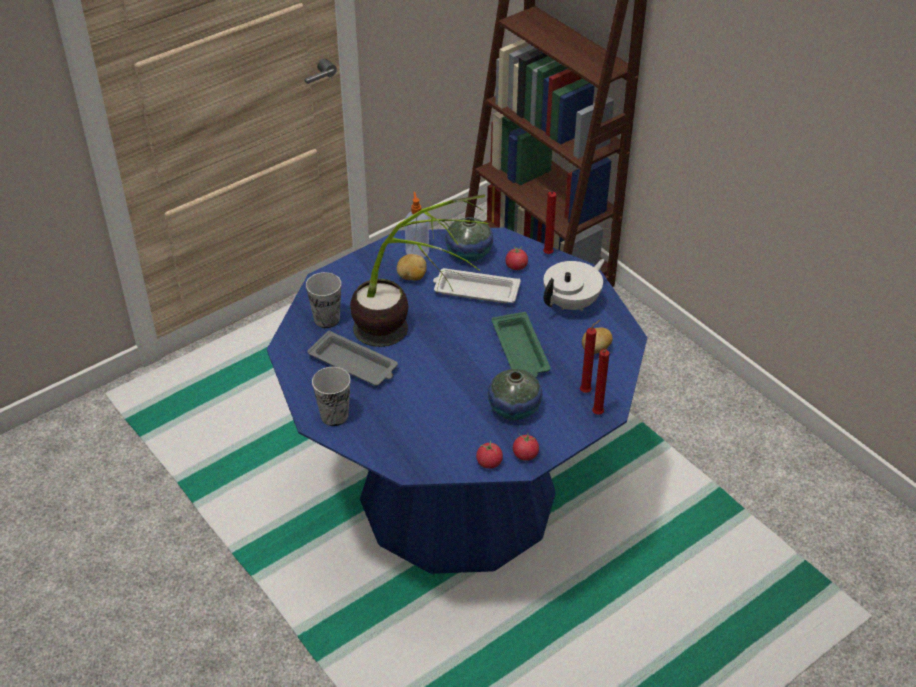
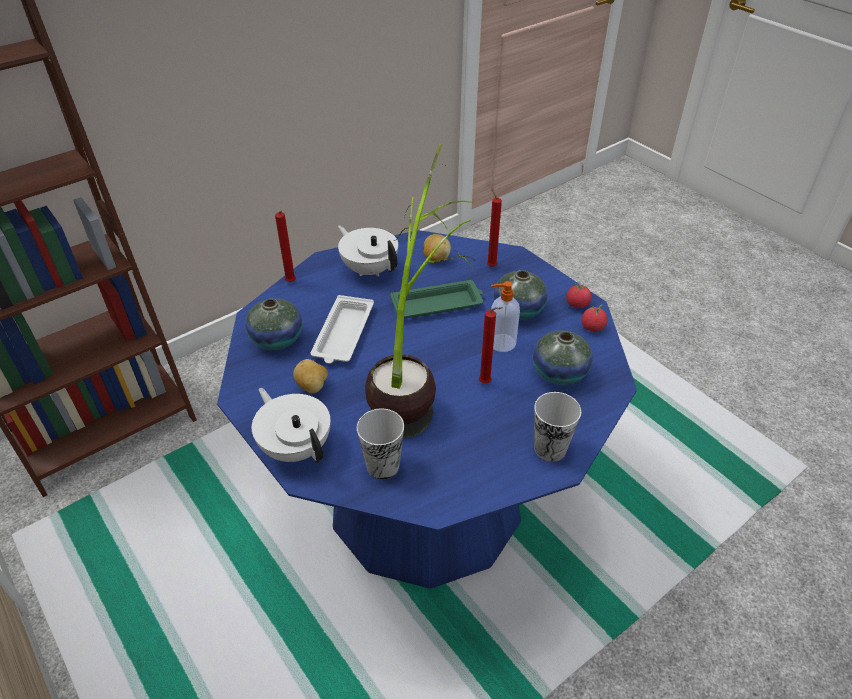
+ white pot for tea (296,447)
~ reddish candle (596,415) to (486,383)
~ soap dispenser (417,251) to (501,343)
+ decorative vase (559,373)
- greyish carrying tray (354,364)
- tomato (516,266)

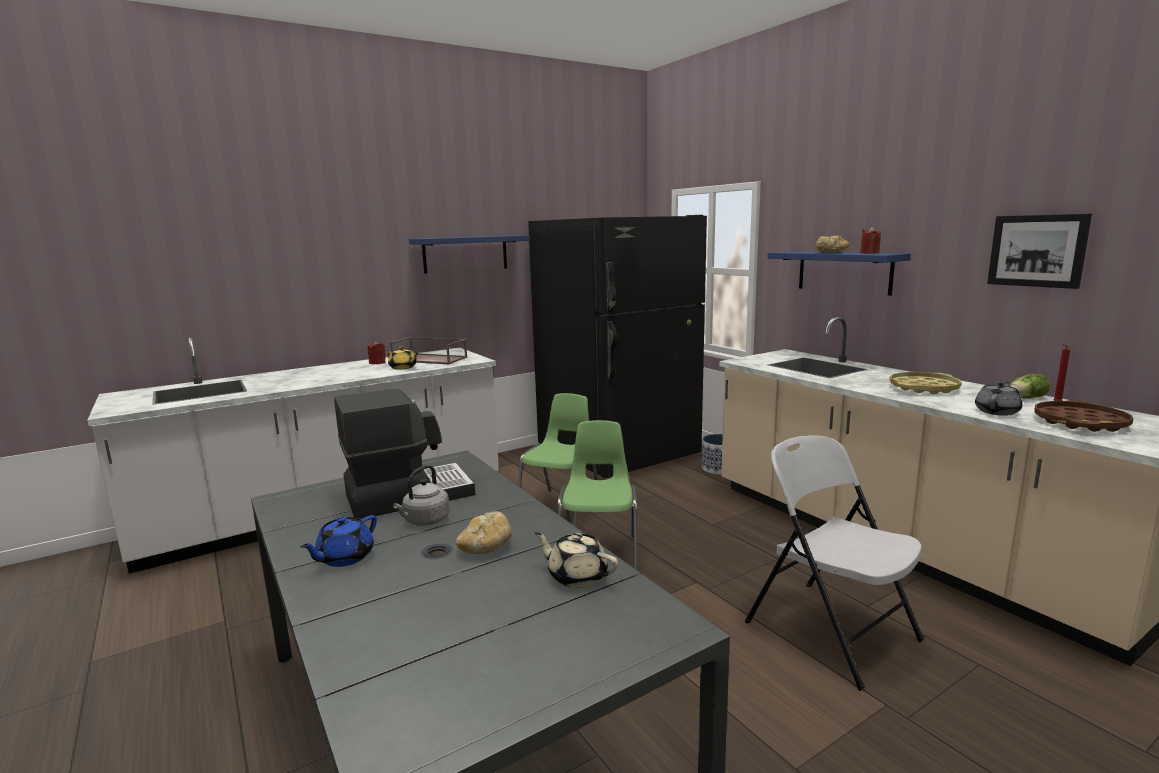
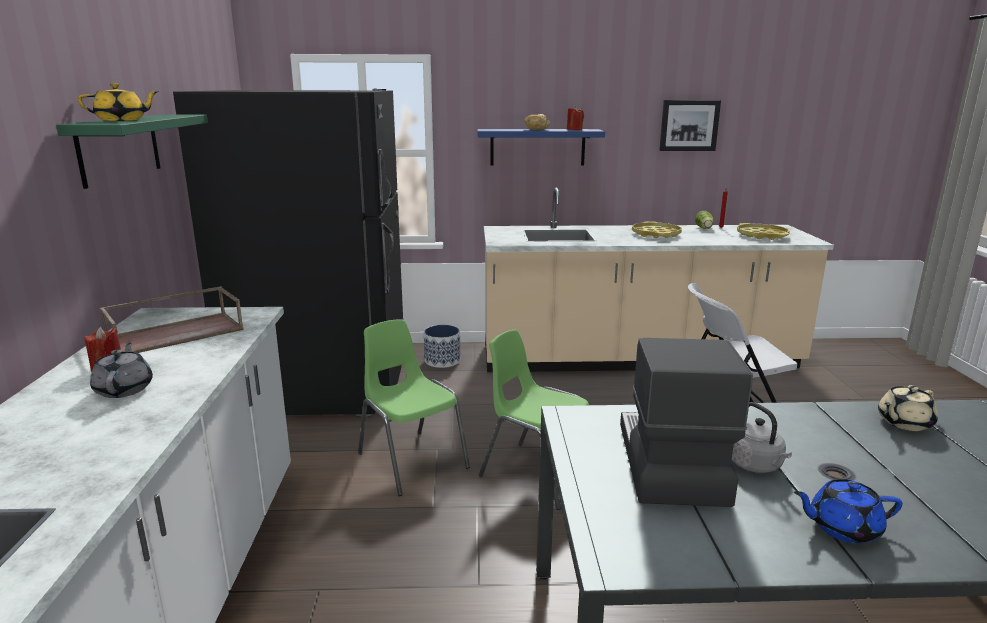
~ bluish shelf (465,254) to green shelf (120,148)
~ yellowish pot for tea (403,367) to (122,120)
~ greyish pot for tea (997,411) to (125,389)
~ brown carrying tray (1080,422) to yellowish carrying tray (762,236)
~ bluish pot for tea (344,558) = (842,528) 120 degrees clockwise
- bakery bread (486,548)

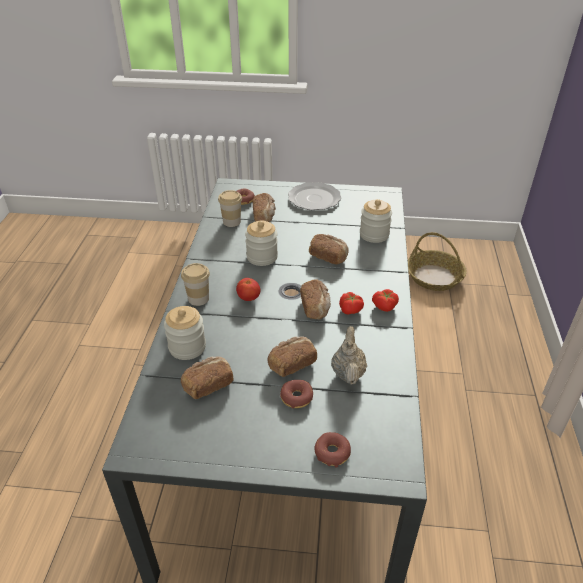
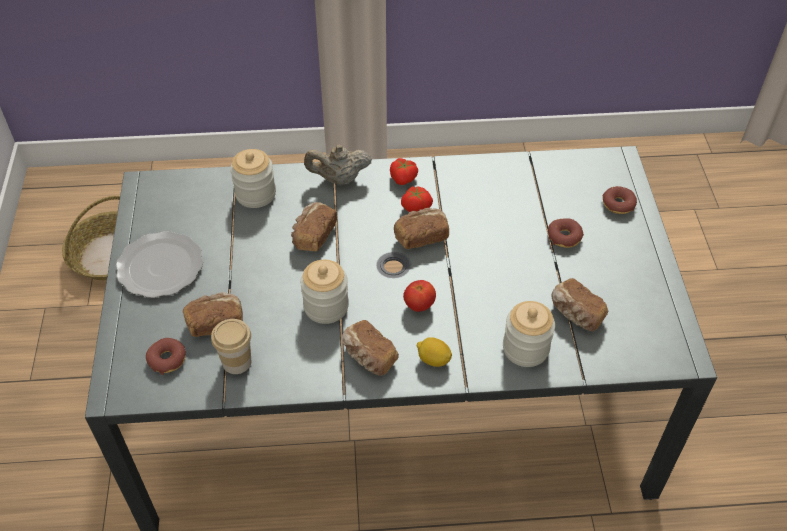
~ beige pot for tea (348,372) to (339,179)
~ bakery bread (291,364) to (368,357)
~ small cup (198,299) to lemon (433,359)

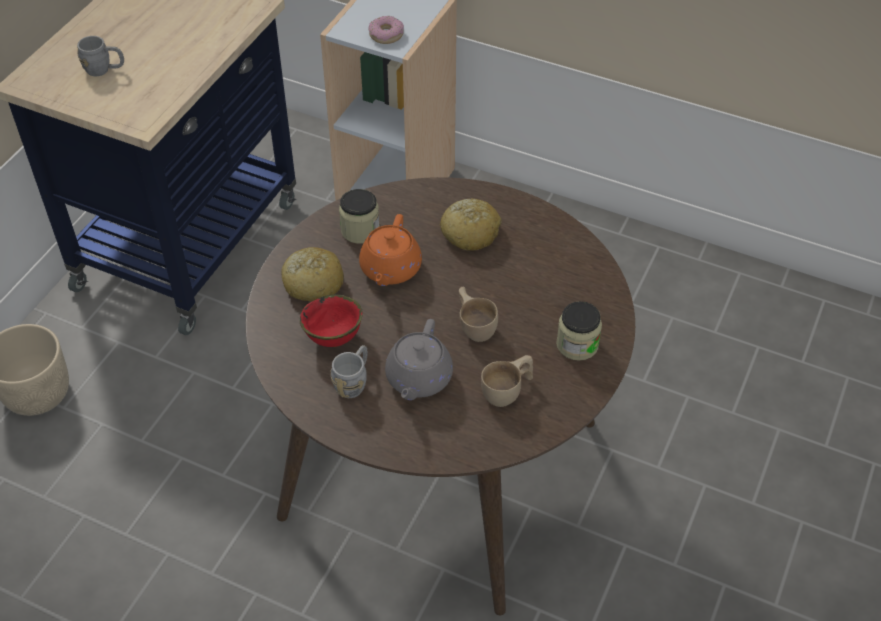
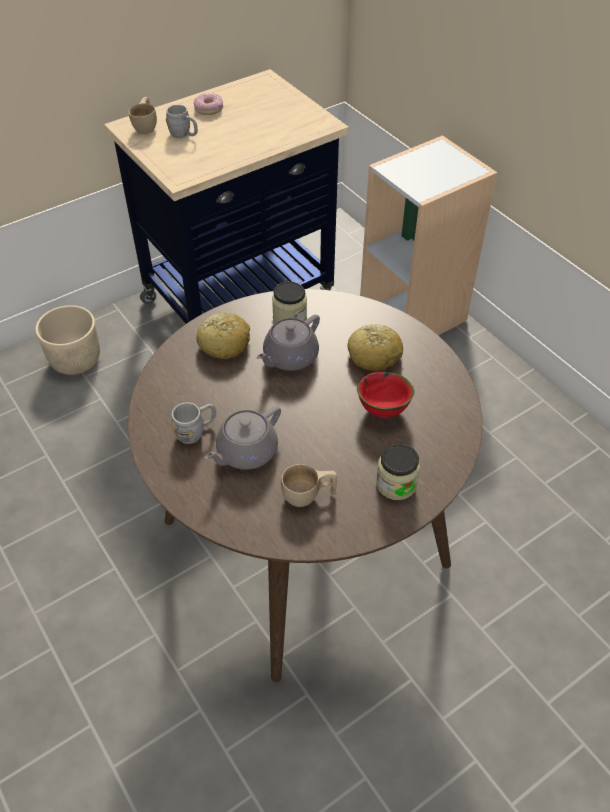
~ beige small cup (475,325) to (146,126)
~ donut (386,35) to (209,109)
~ orangey pot for tea (390,269) to greyish pot for tea (289,357)
~ reddish bowl (333,339) to (382,410)

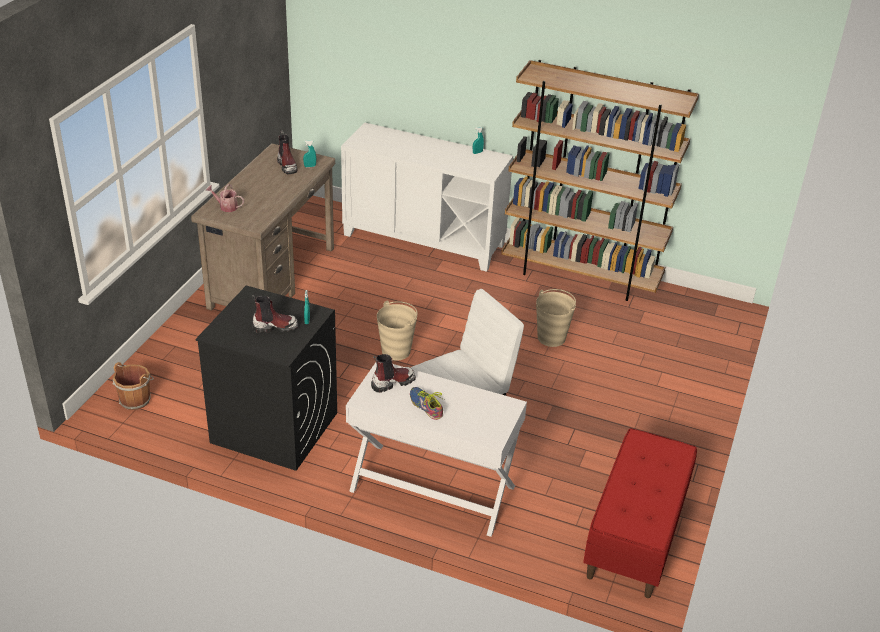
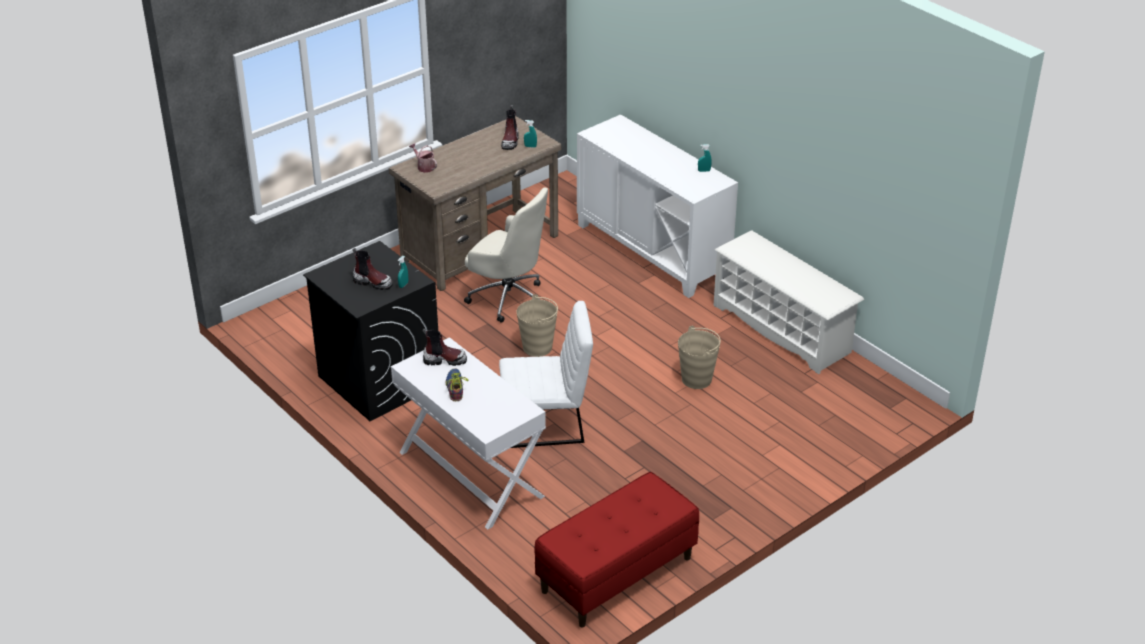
+ beige computer chair (509,299)
~ brown shelving unit (581,276) to white shoe rack (782,329)
- brown pail (136,399)

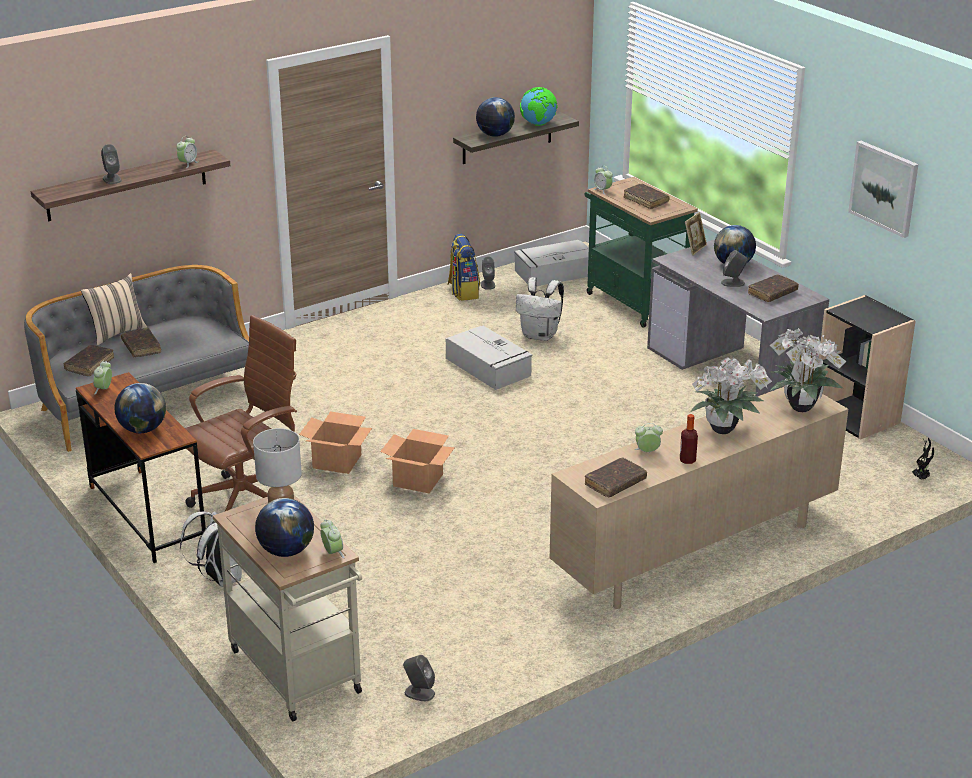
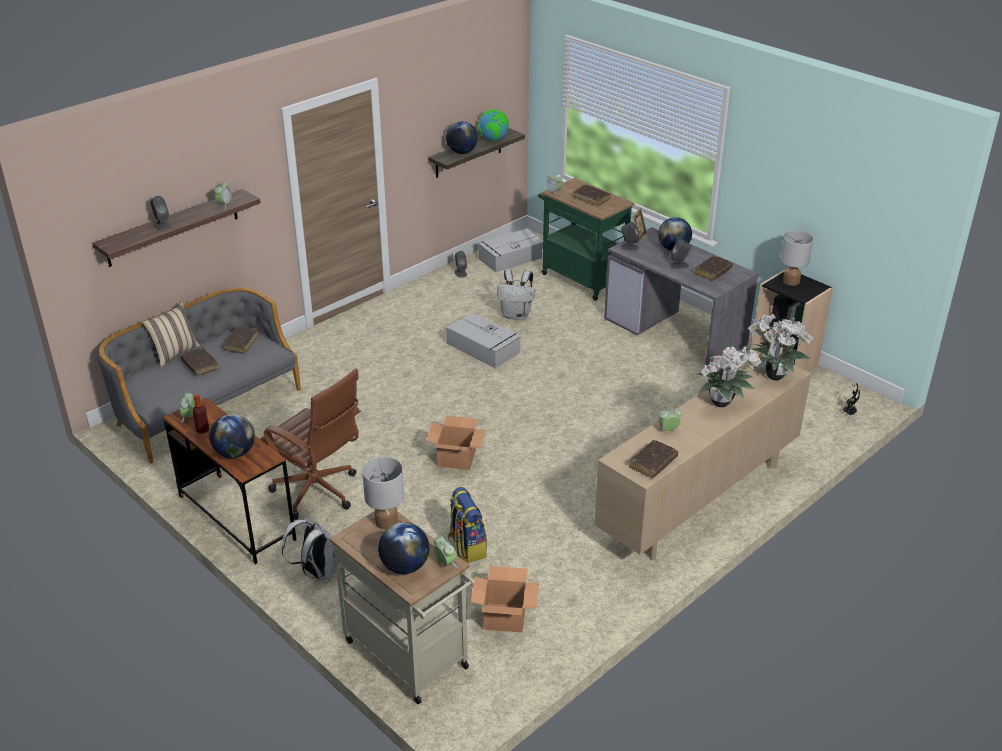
~ drink bottle (687,460) to (202,430)
~ brown book (89,365) to (241,343)
~ brown computer chair (247,500) = (319,493) 90 degrees clockwise
~ backpack (463,292) to (466,547)
~ packing box (336,461) to (504,617)
~ greyish loudspeaker (419,693) to (629,247)
+ greyish table lamp (790,281)
- wall art (884,188)

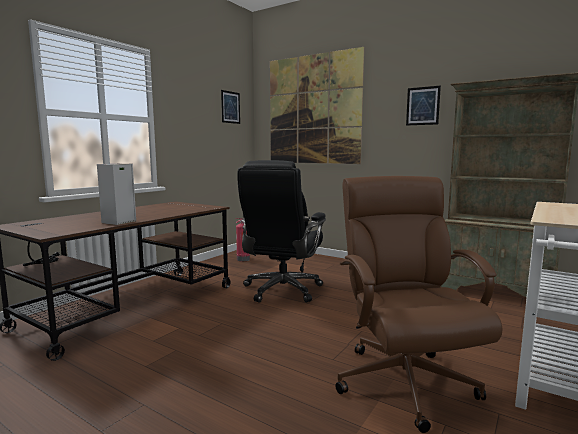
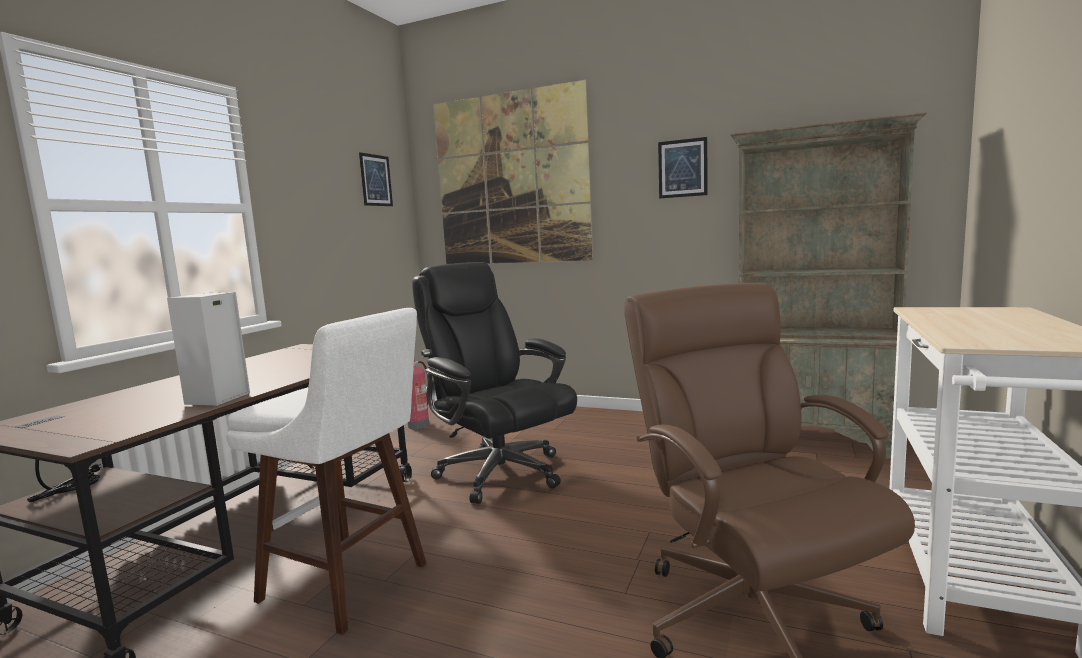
+ white stool (350,584)
~ black computer chair (282,290) = (500,473) 135 degrees clockwise

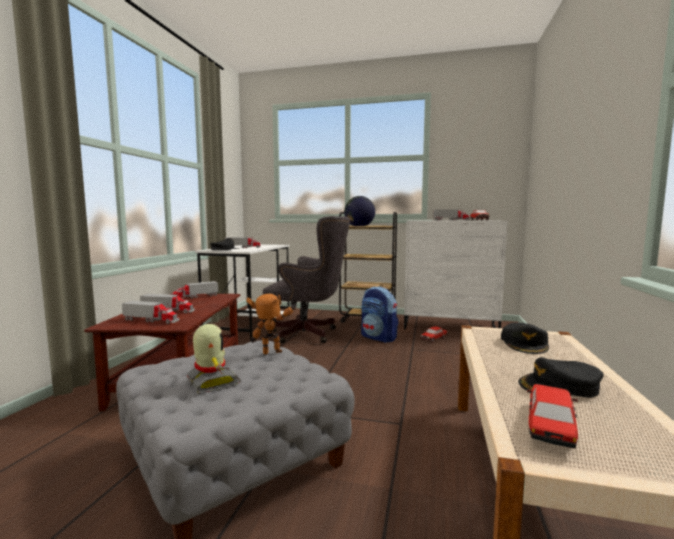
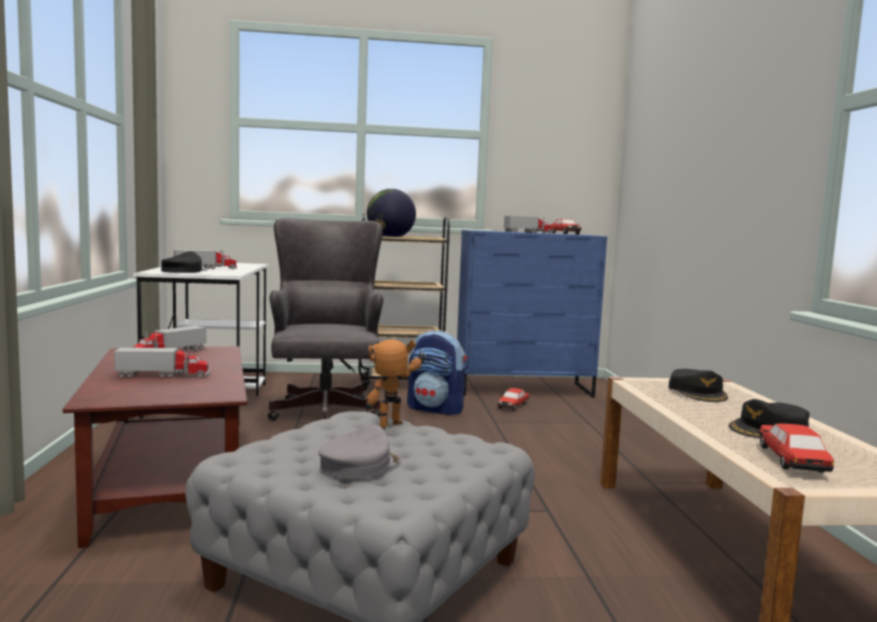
~ greyish computer chair (308,334) = (325,410) 90 degrees counterclockwise
~ toy robot (212,382) to greyish baseball cap (359,465)
~ white chest of drawers (450,327) to bluish chest of drawers (523,389)
- model truck (151,320)

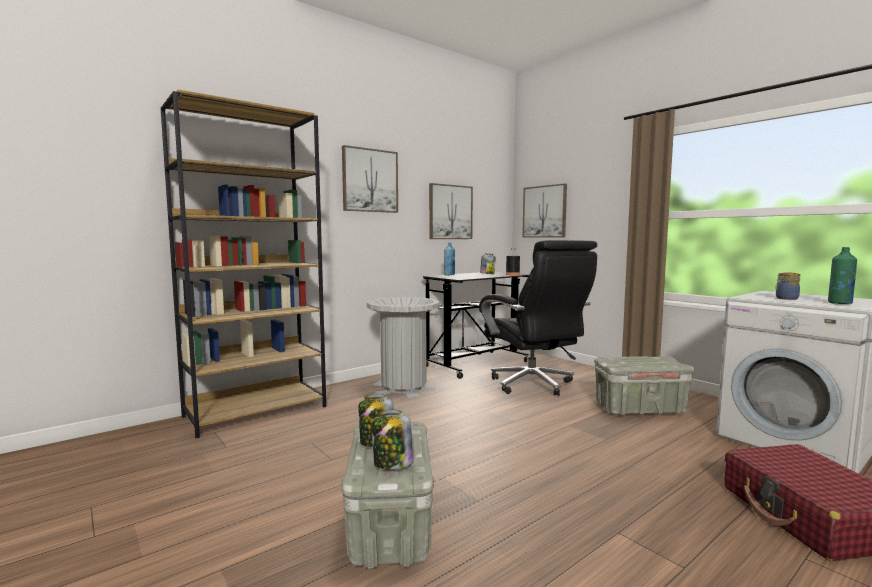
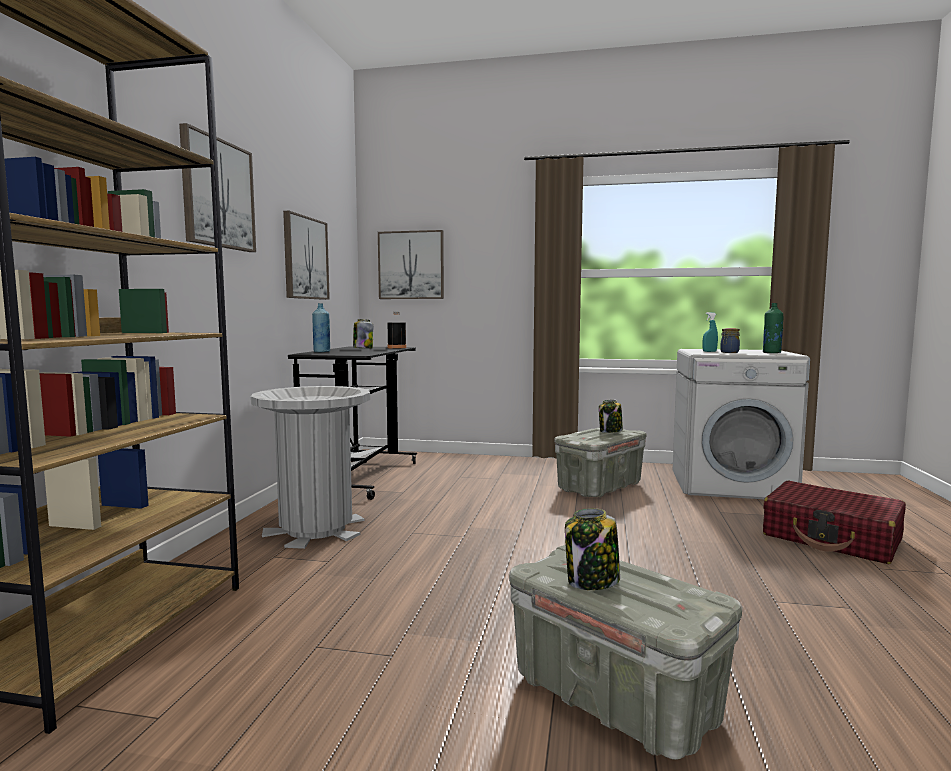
~ storage jar (392,463) to (610,431)
+ turquoise-coloured spray bottle (709,351)
- black computer chair (534,386)

